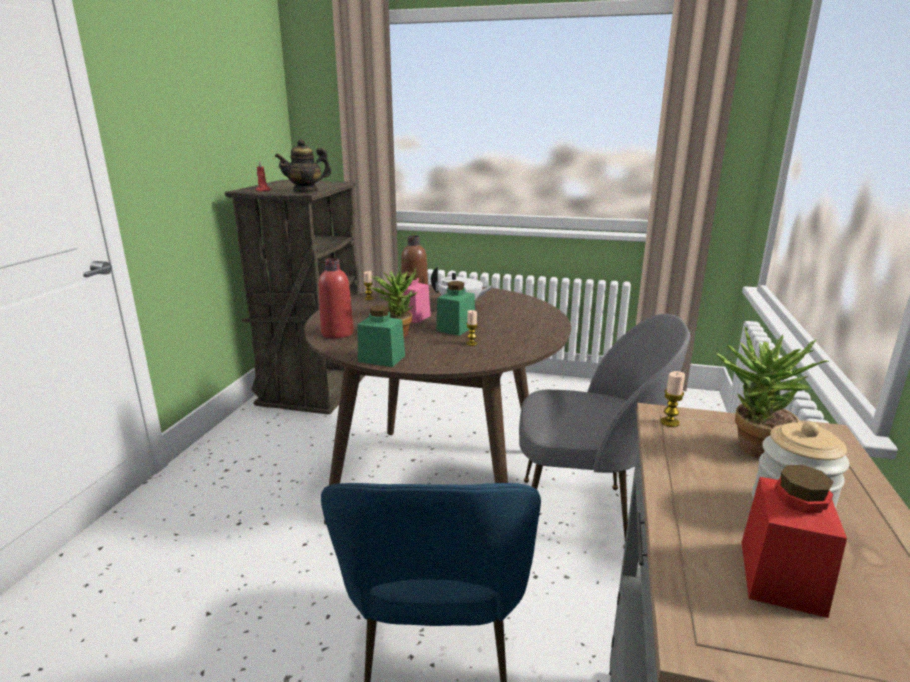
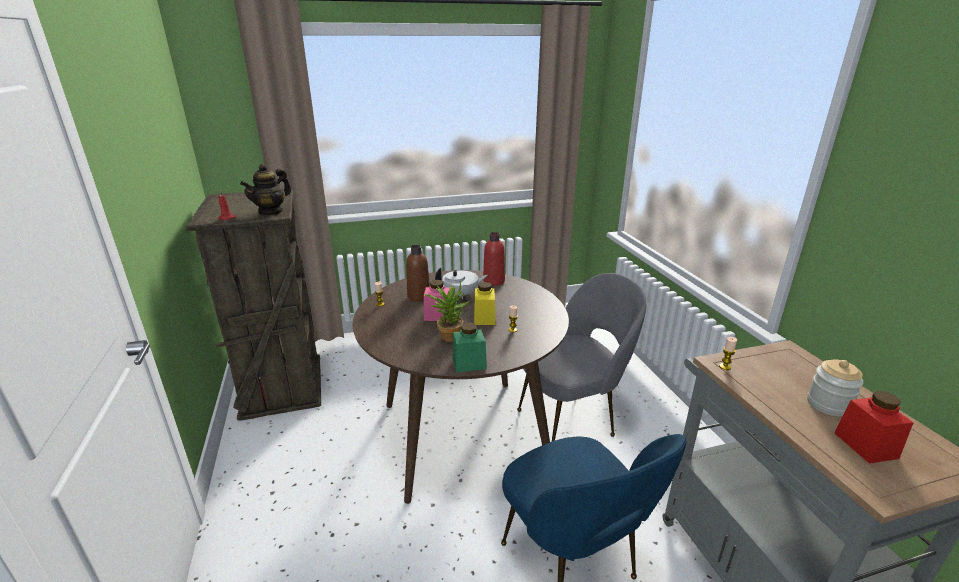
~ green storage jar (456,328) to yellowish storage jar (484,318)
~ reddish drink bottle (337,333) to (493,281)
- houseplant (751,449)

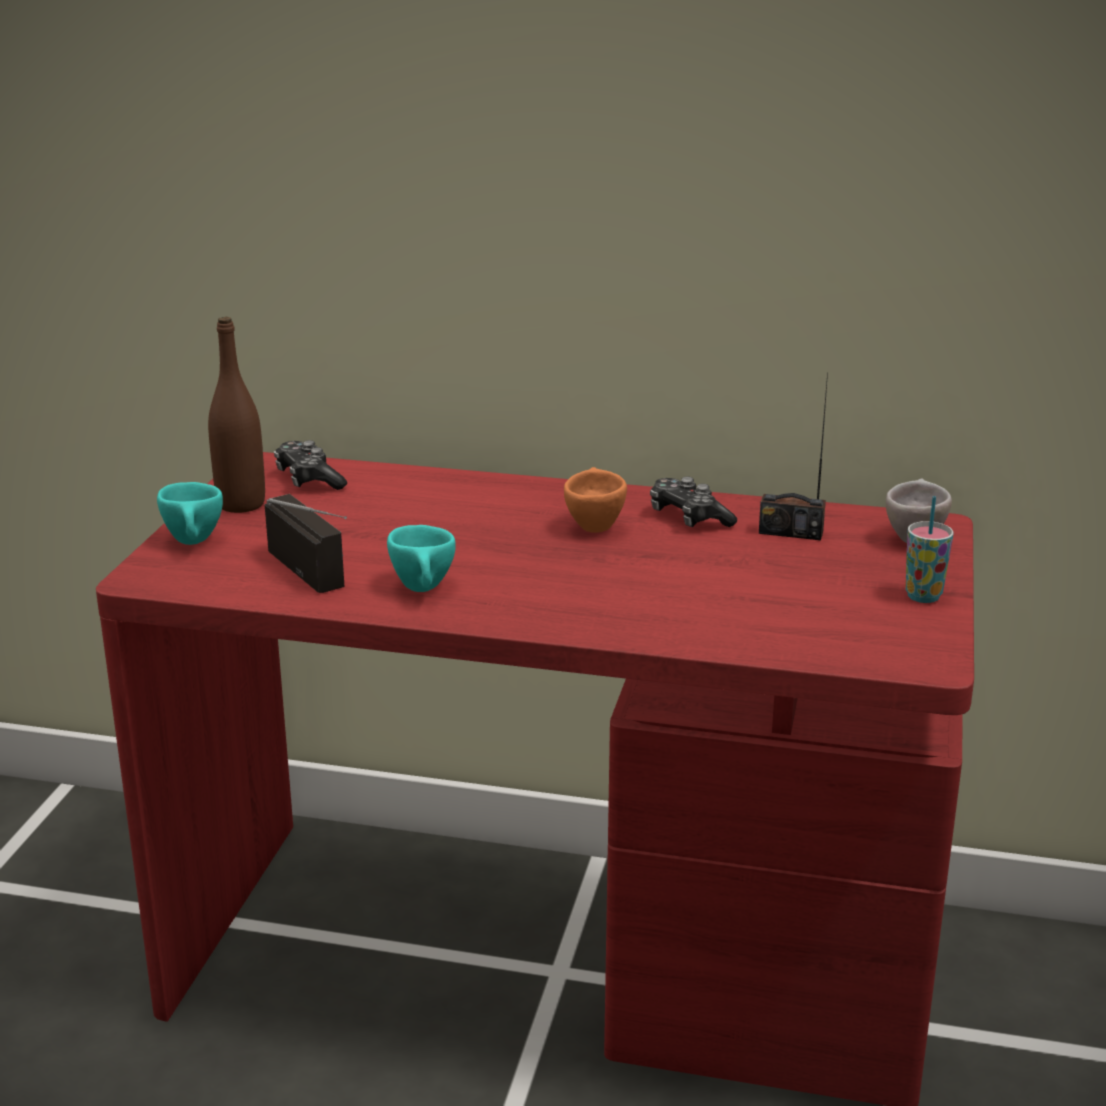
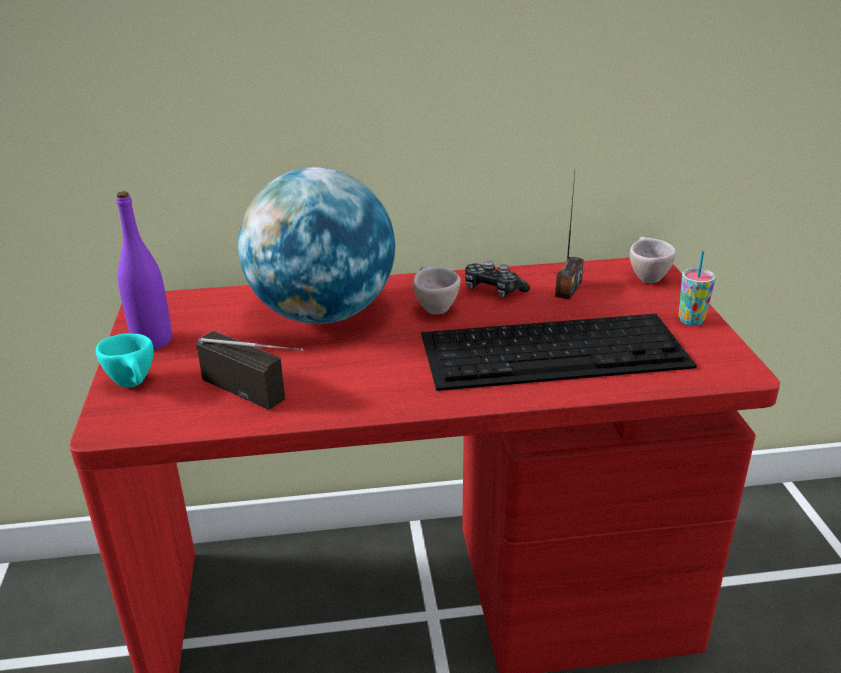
~ brown drink bottle (241,504) to purplish drink bottle (152,341)
+ world globe (322,314)
~ orangey small cup (593,525) to beige small cup (432,308)
+ PC keyboard (556,350)
~ radio (791,532) = (568,288) 60 degrees counterclockwise
- game controller (309,479)
- turquoise-coloured small cup (425,590)

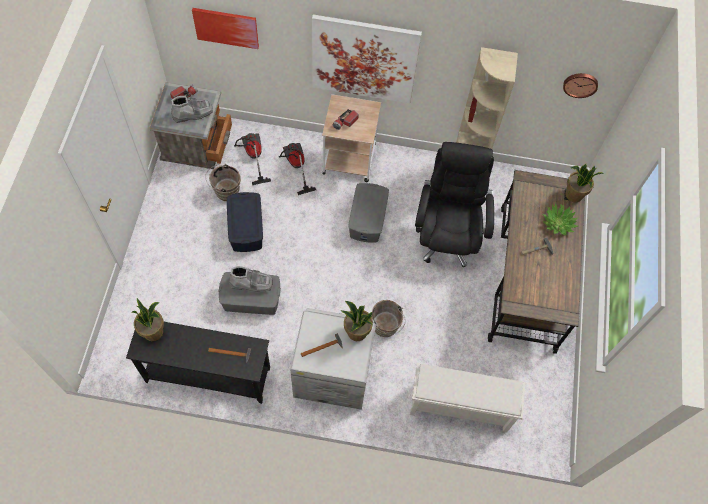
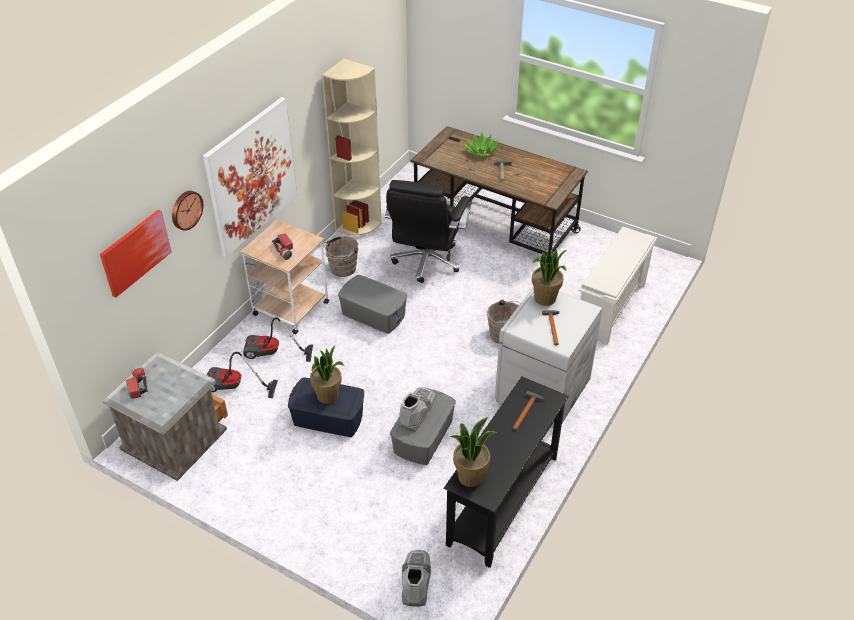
~ wall clock (580,84) to (185,209)
~ houseplant (574,195) to (328,396)
~ brown pail (225,191) to (342,270)
~ black computer chair (446,237) = (426,264) 105 degrees counterclockwise
~ greyish boot (192,113) to (416,581)

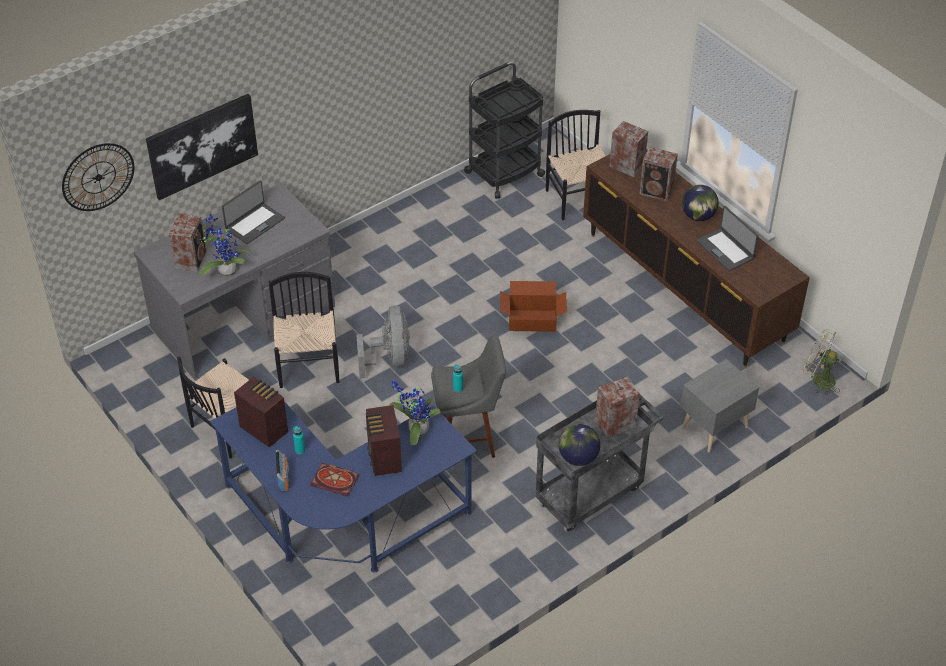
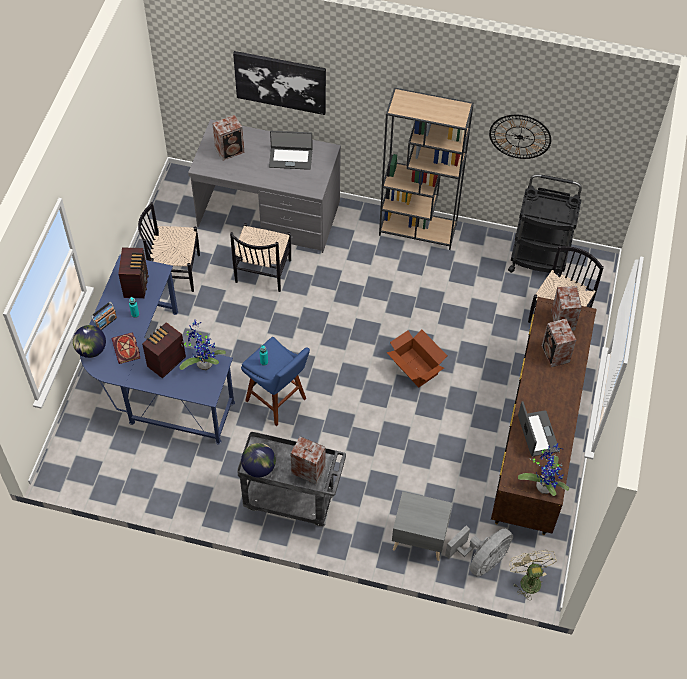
~ world globe (698,216) to (91,350)
~ black upright chair (308,364) = (262,273) 150 degrees clockwise
~ greyish stool (468,439) to bluish stool (278,401)
+ shelving unit (418,230)
~ greyish fan (389,359) to (481,560)
~ wall clock (98,177) to (520,136)
~ portable computer (725,249) = (537,434) 150 degrees clockwise
~ houseplant (225,270) to (544,485)

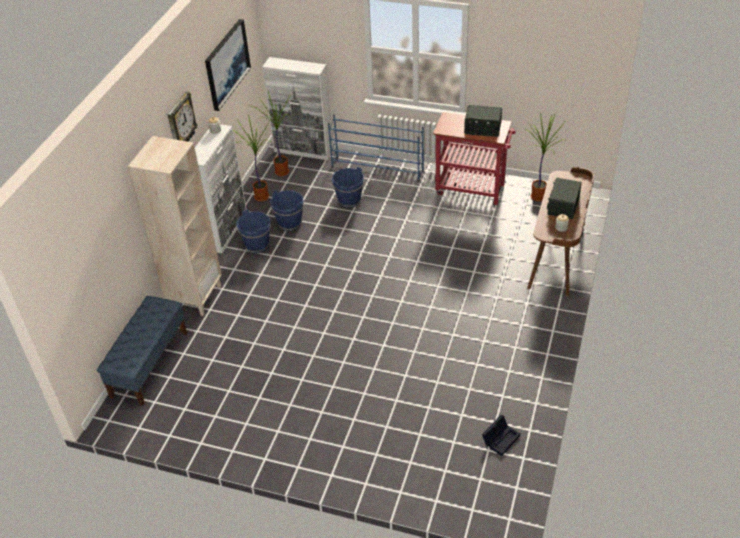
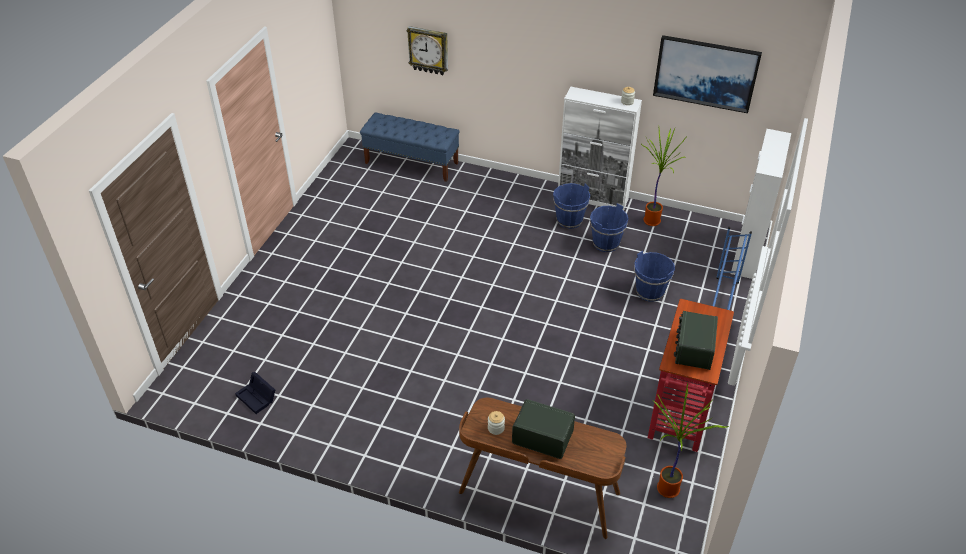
~ wall clock (180,122) to (428,50)
- beige shelving unit (195,297)
- houseplant (281,172)

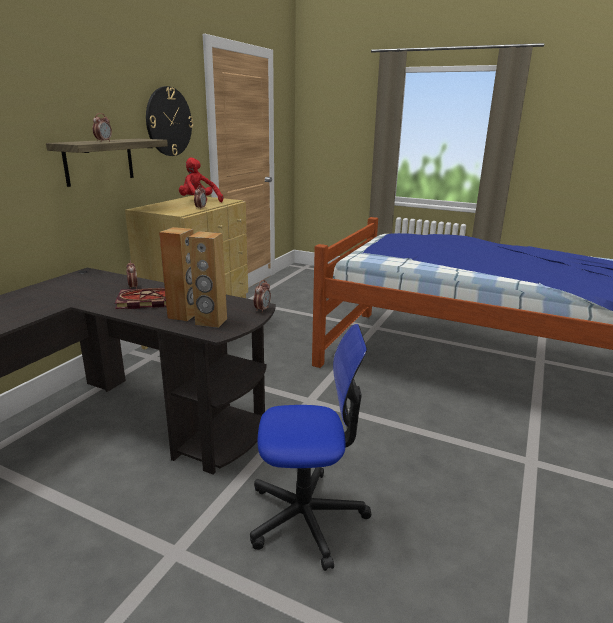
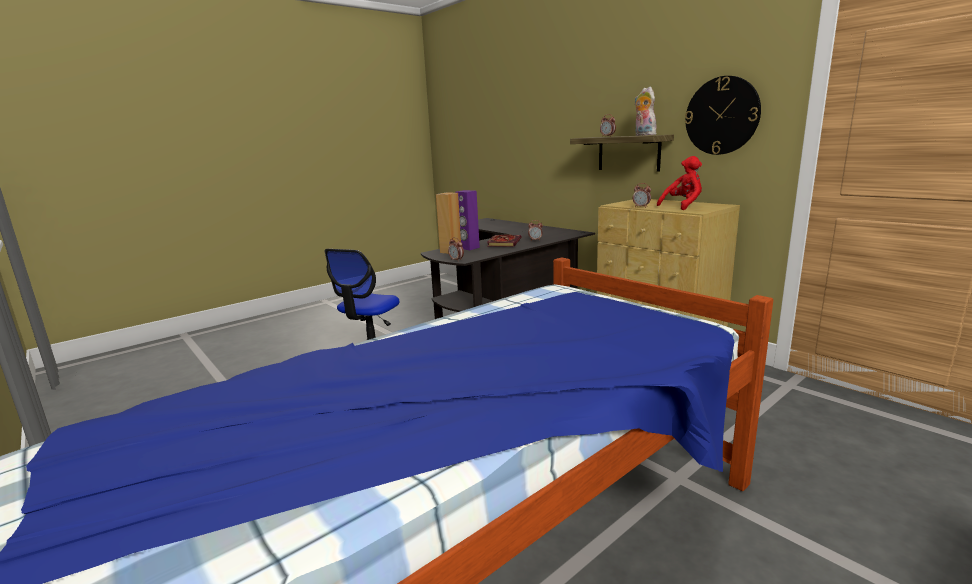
~ brown loudspeaker (184,315) to purplish loudspeaker (468,248)
+ cuddly toy (643,135)

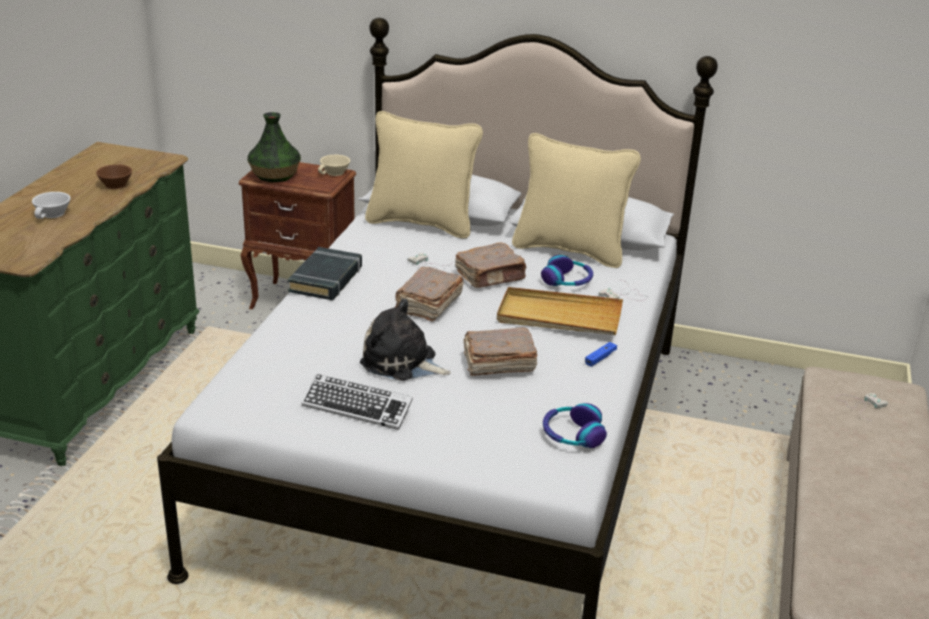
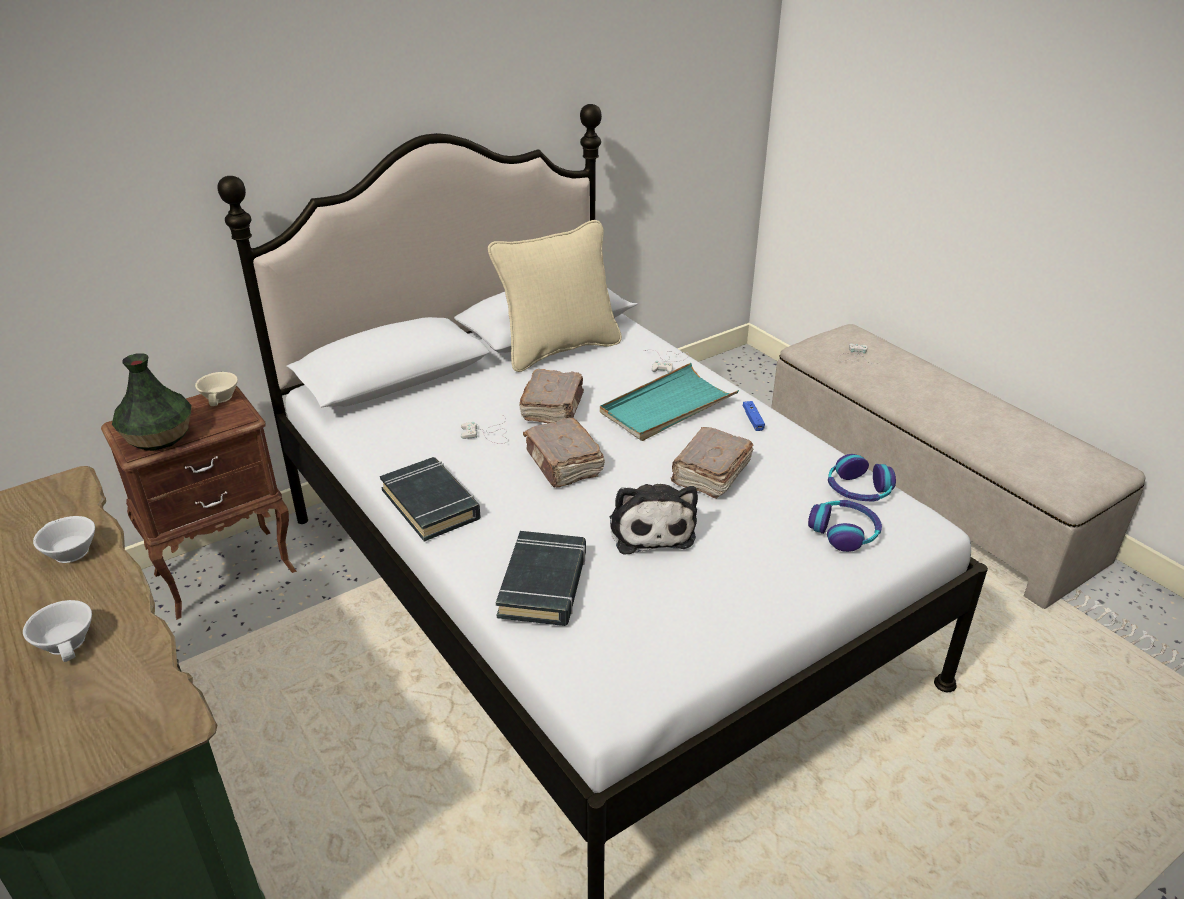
~ brown small cup (114,184) to white small cup (68,552)
+ black book (543,584)
~ beige carrying tray (559,316) to turquoise-coloured carrying tray (667,407)
~ cuddly toy (402,362) = (650,528) 75 degrees counterclockwise
~ pair of headphones (567,280) to (844,532)
- PC keyboard (357,407)
- beige throw pillow (421,223)

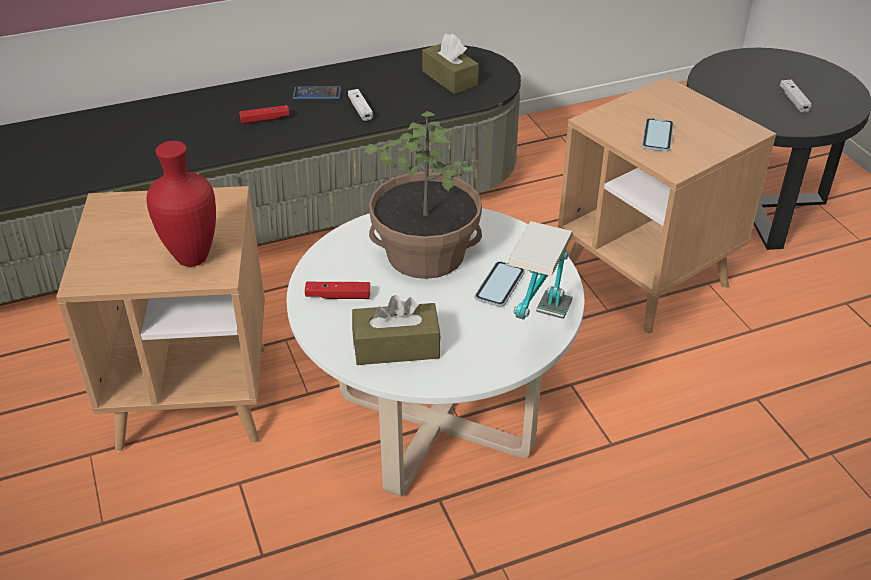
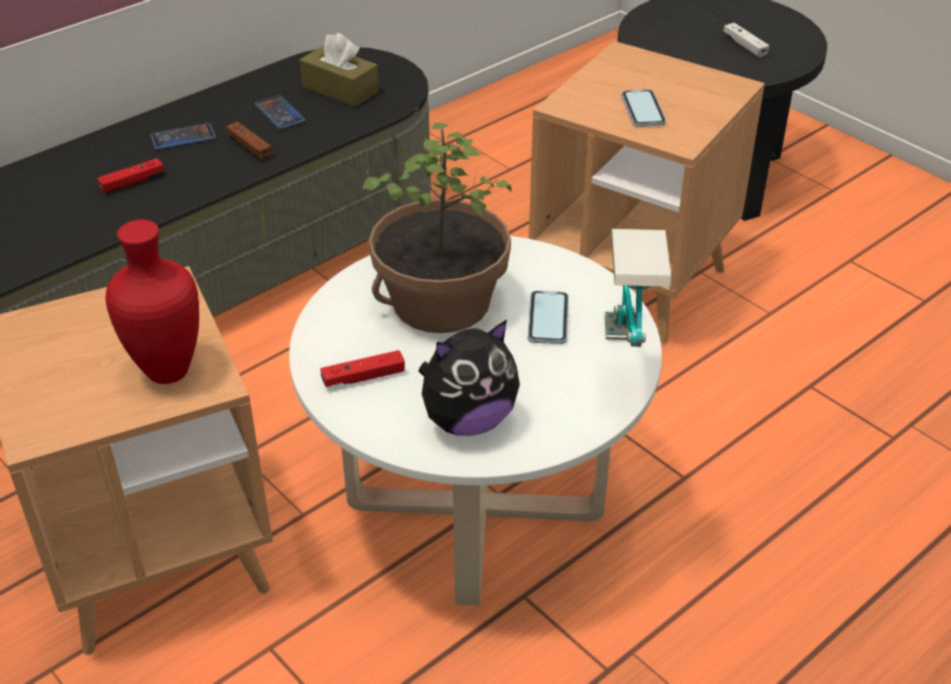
~ white game controller (360,109) to brown game controller (249,147)
+ telephone (279,113)
~ brown tissue box (396,347) to cuddly toy (468,420)

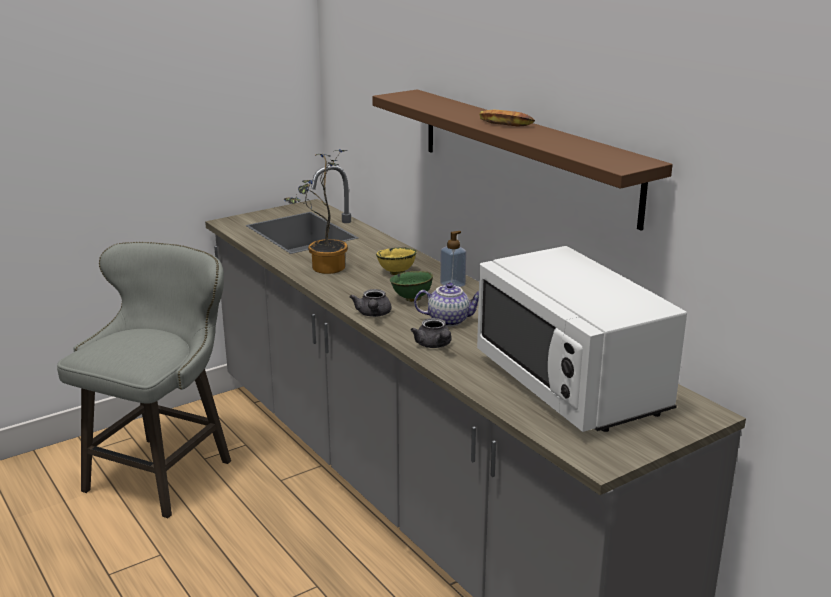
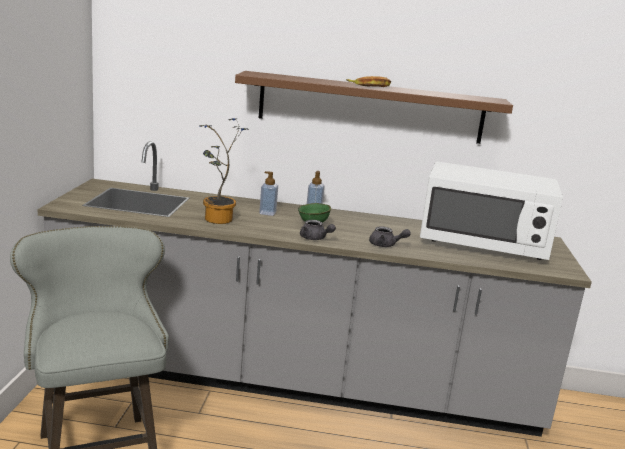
~ yellowish bowl (396,273) to soap dispenser (267,213)
- pot for tea (449,320)

